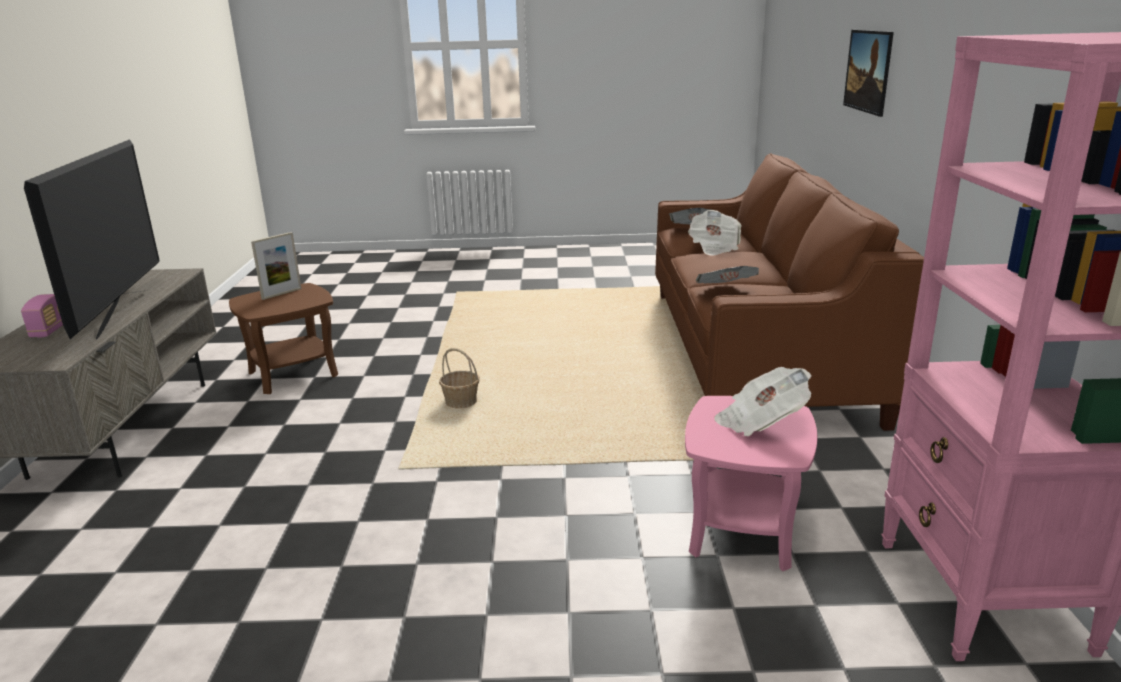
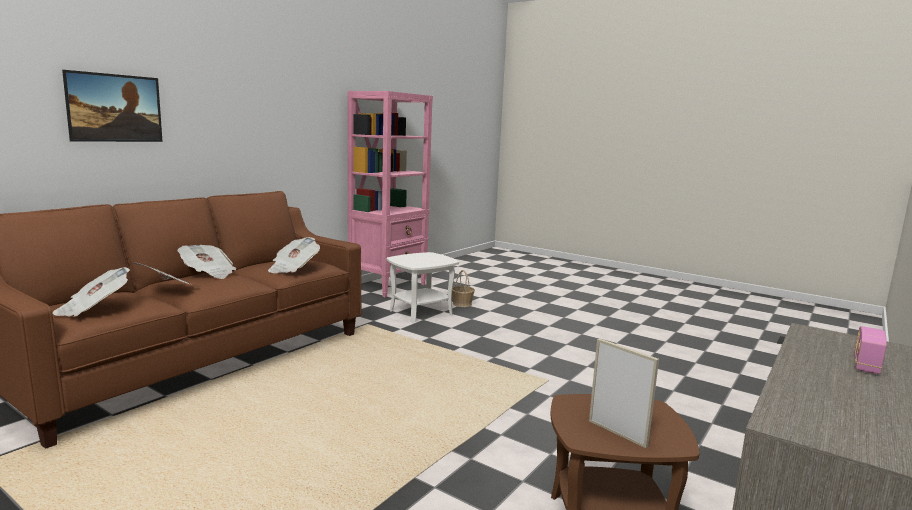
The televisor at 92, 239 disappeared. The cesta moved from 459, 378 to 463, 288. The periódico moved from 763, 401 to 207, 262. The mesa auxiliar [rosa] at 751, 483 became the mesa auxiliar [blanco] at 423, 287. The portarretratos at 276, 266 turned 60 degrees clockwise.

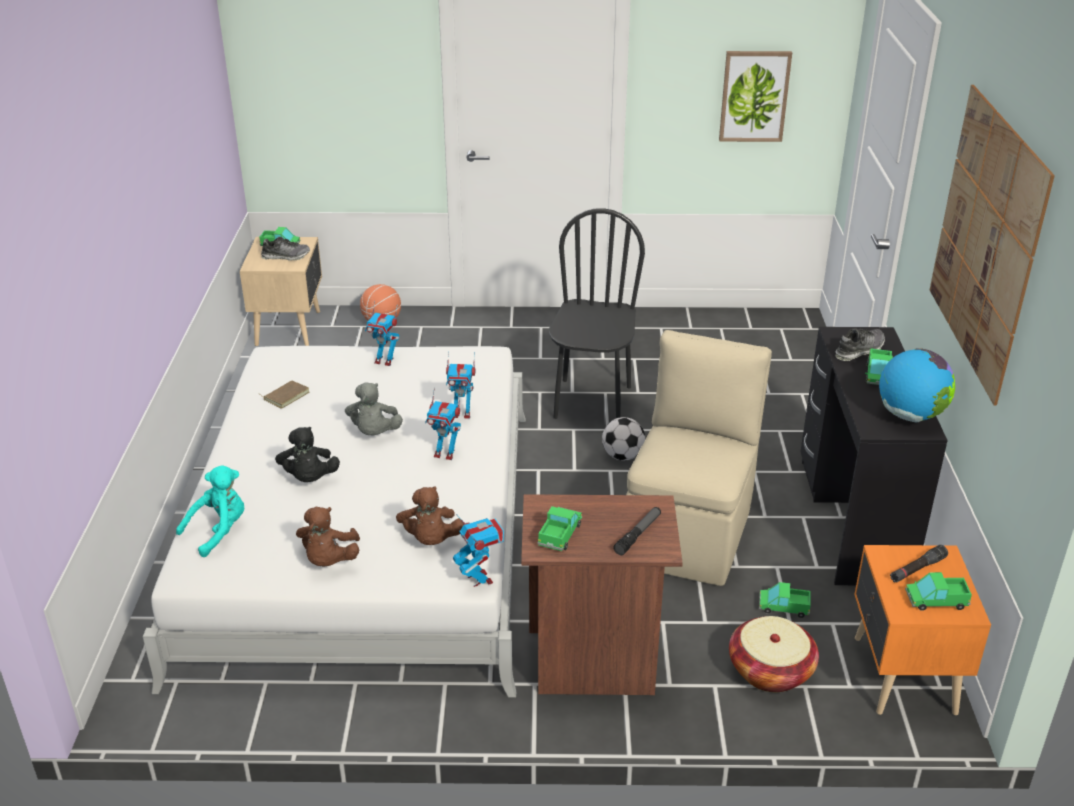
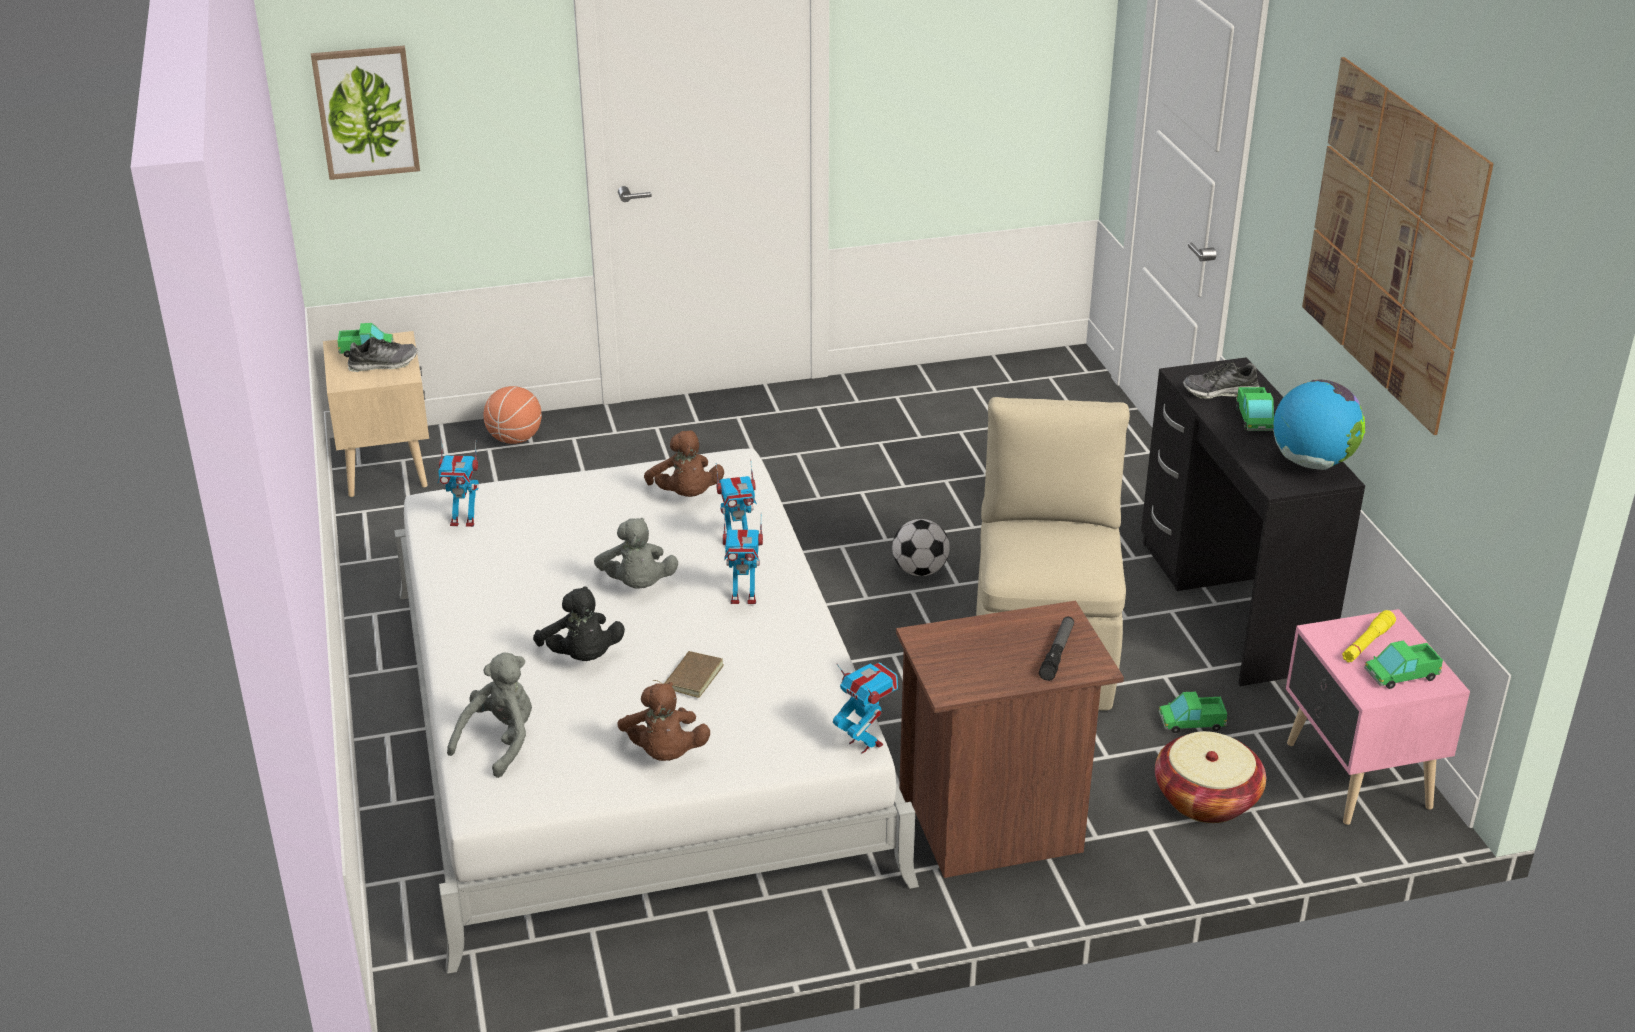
The camión de juguete at 559, 528 disappeared. The silla [negro] at 597, 313 disappeared. The libro [marrón] moved from 284, 394 to 688, 674. The robot de juguete moved from 382, 333 to 458, 483. The peluche [marrón] moved from 430, 515 to 684, 463. The cuadro moved from 755, 96 to 365, 113. The peluche [turquesa] at 210, 511 became the peluche [gris] at 489, 715. The mesita de noche [naranja] at 922, 630 became the mesita de noche [rosa] at 1378, 717. The linterna [negro] at 919, 564 became the linterna [amarillo] at 1369, 636. The zapato at 860, 344 turned 135 degrees counterclockwise.

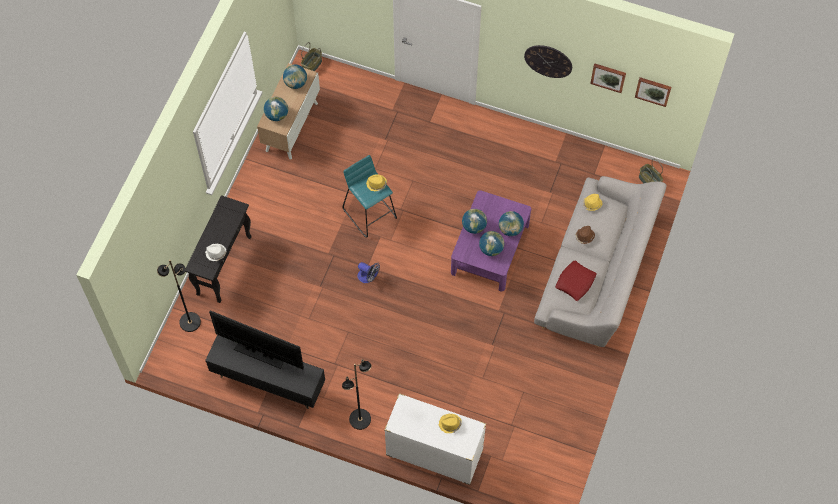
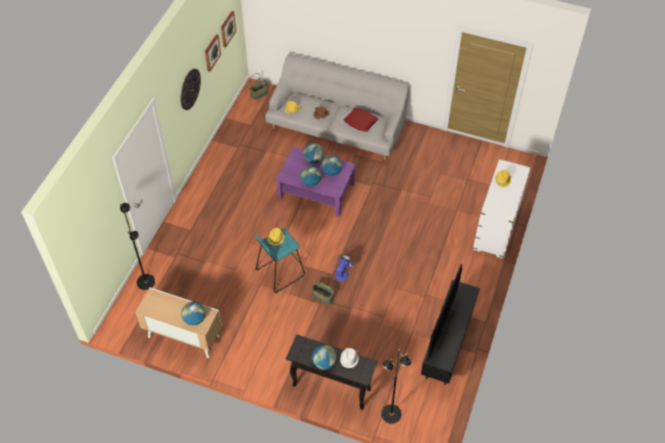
The globo terráqueo moved from 295, 77 to 324, 357. The cesta moved from 311, 56 to 323, 290. The lámpara de pie [negro] moved from 357, 394 to 137, 246.

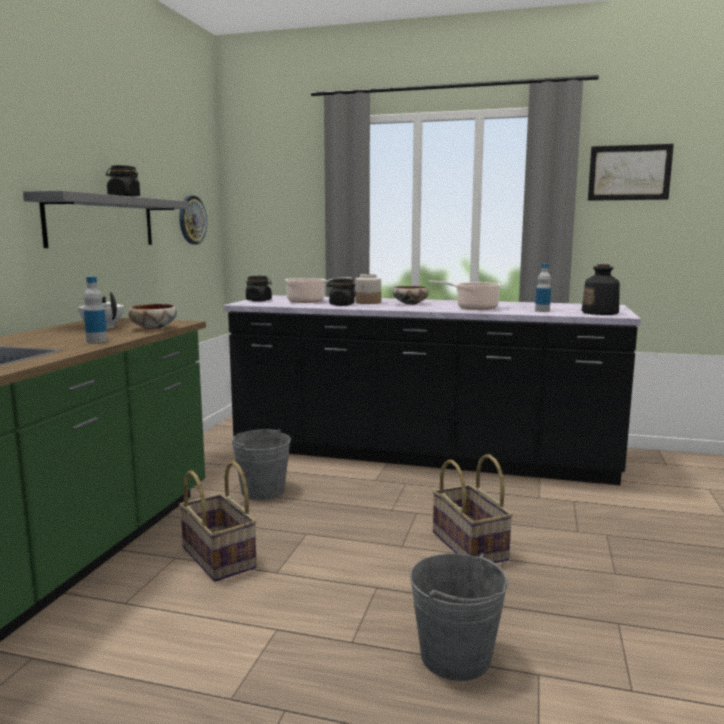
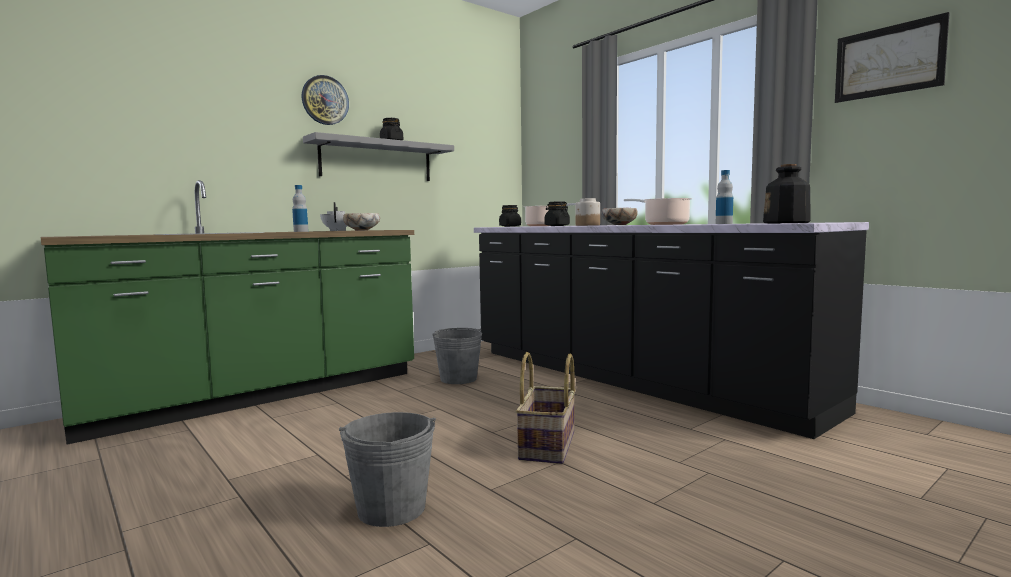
The cesta at 218, 521 disappeared. The reloj de pared moved from 193, 220 to 325, 100.

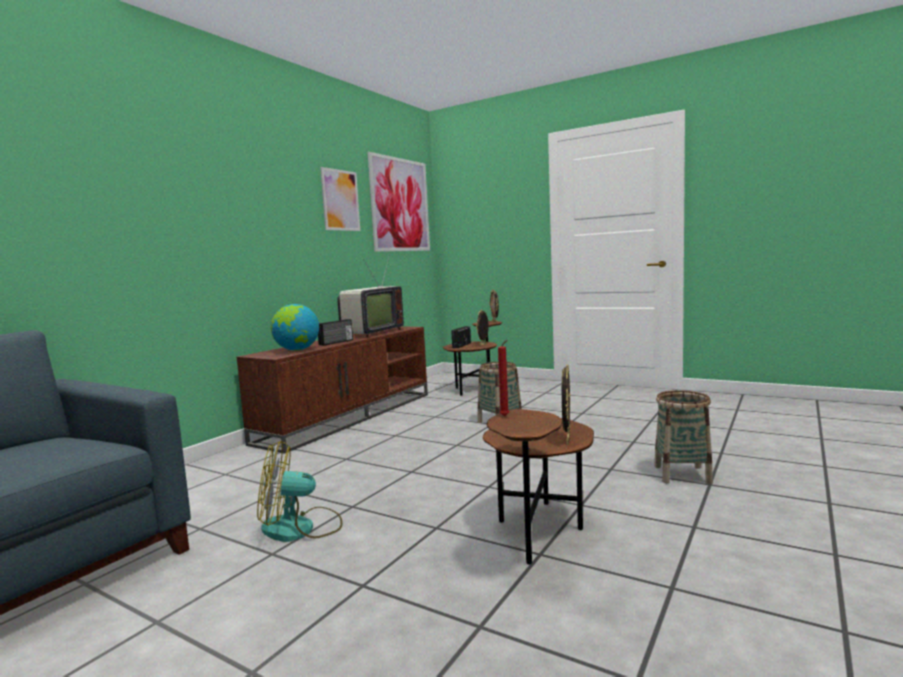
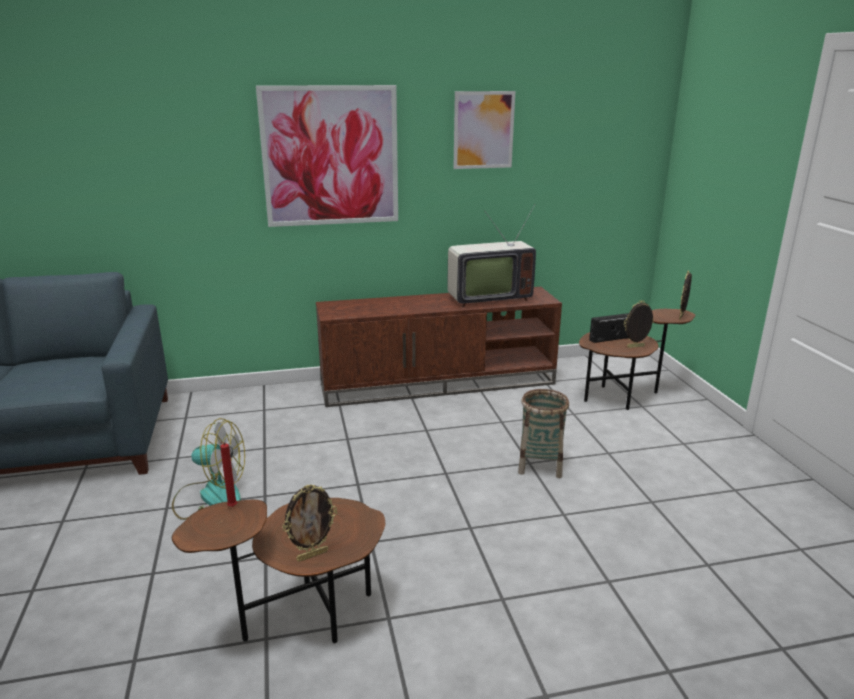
The globo terráqueo at 295, 327 disappeared. The radio at 335, 332 disappeared. The cesta at 683, 437 disappeared. The cuadro moved from 398, 202 to 327, 156. The ventilador at 300, 491 turned 150 degrees clockwise.

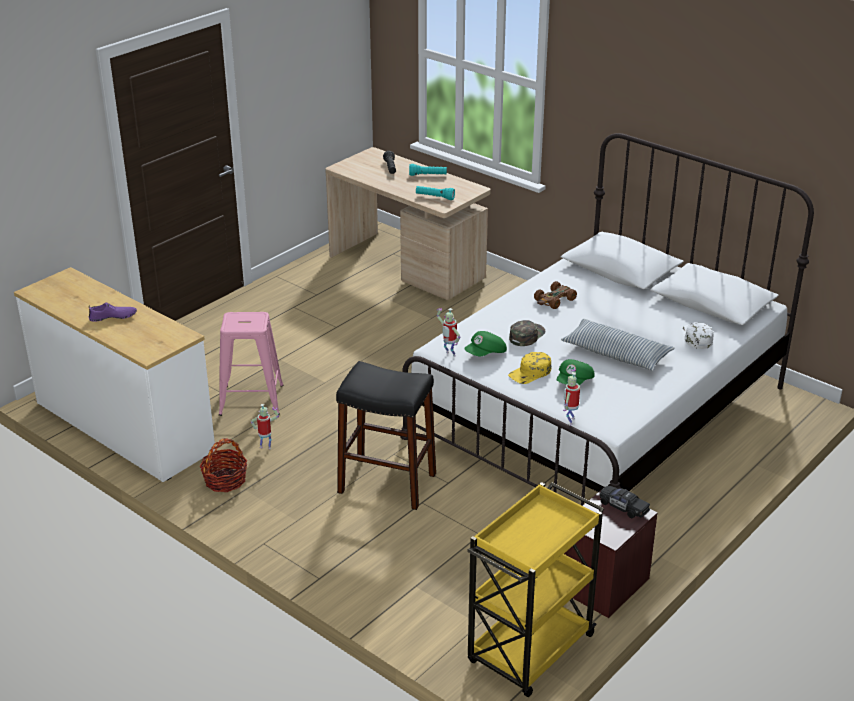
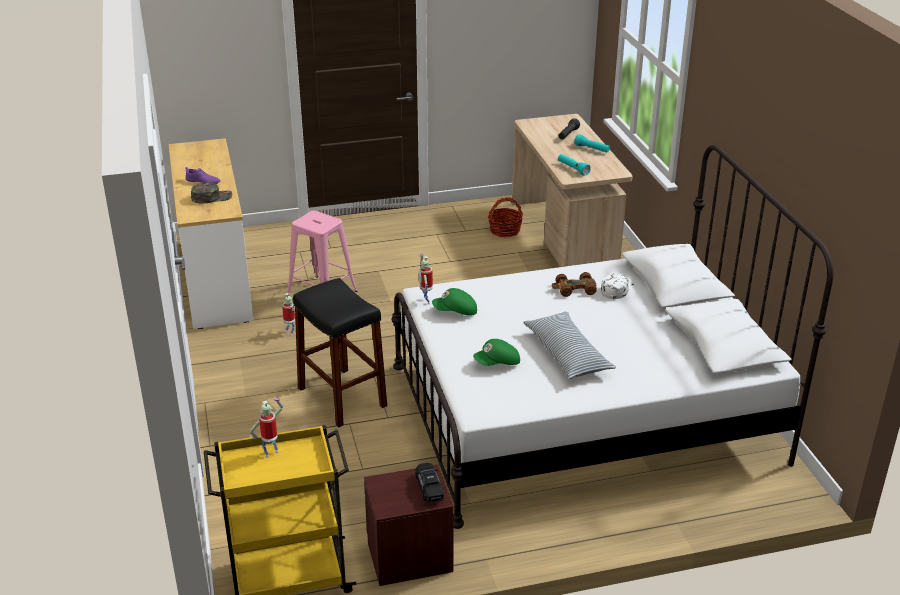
The gorra [amarillo] at 529, 368 disappeared. The cesta moved from 223, 465 to 505, 217. The gorra [verde] moved from 527, 333 to 211, 193. The robot de juguete moved from 571, 397 to 266, 427. The gorra [blanco] moved from 698, 335 to 617, 286.

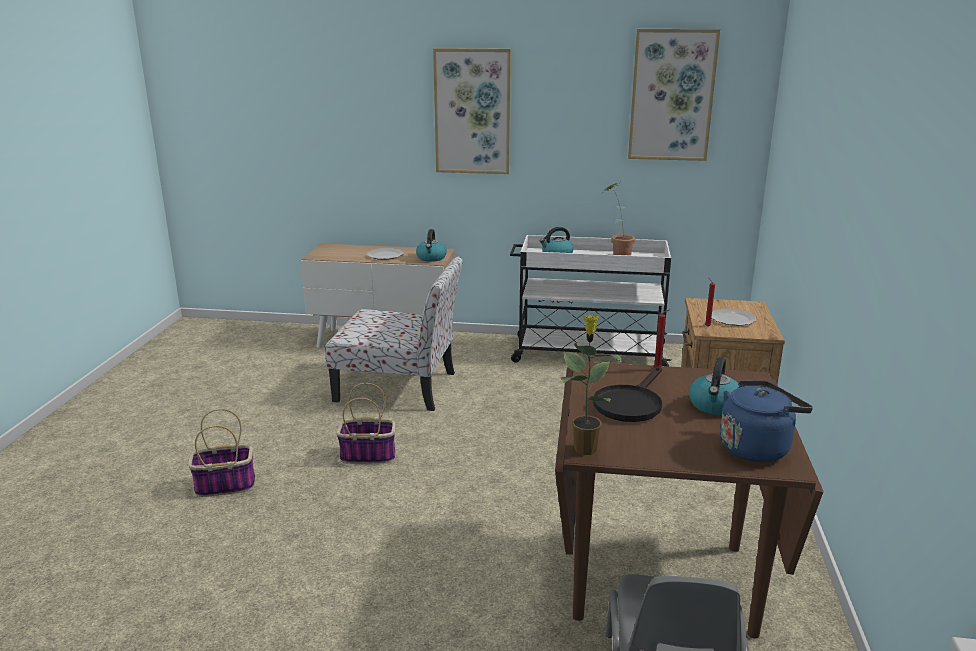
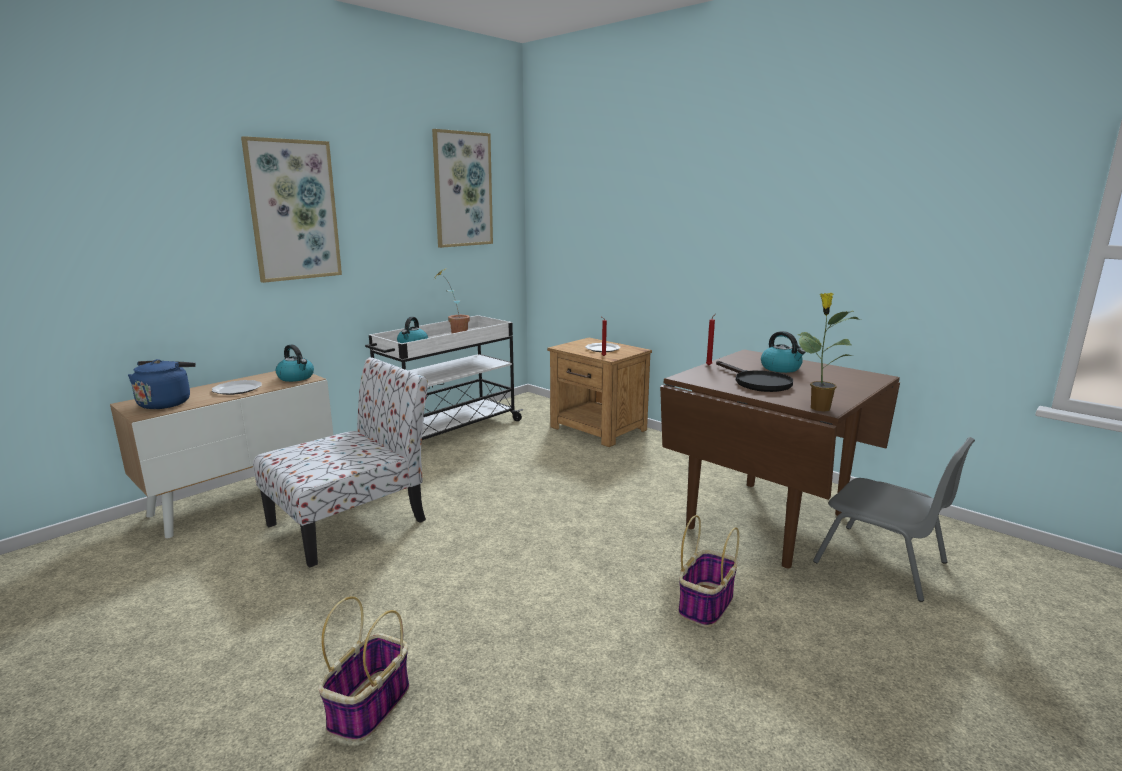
The cesta moved from 366, 423 to 708, 571. The hervidor [azul] moved from 766, 421 to 162, 384.

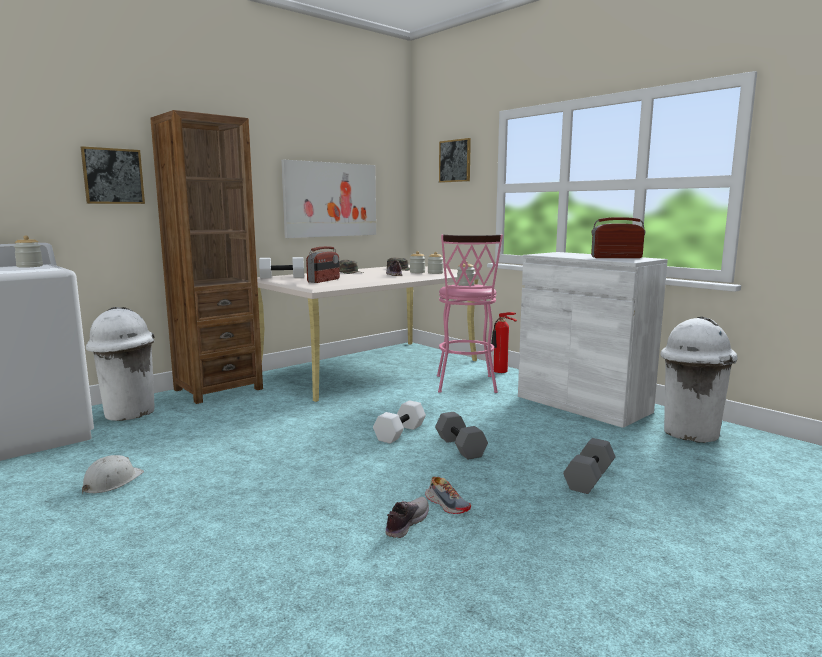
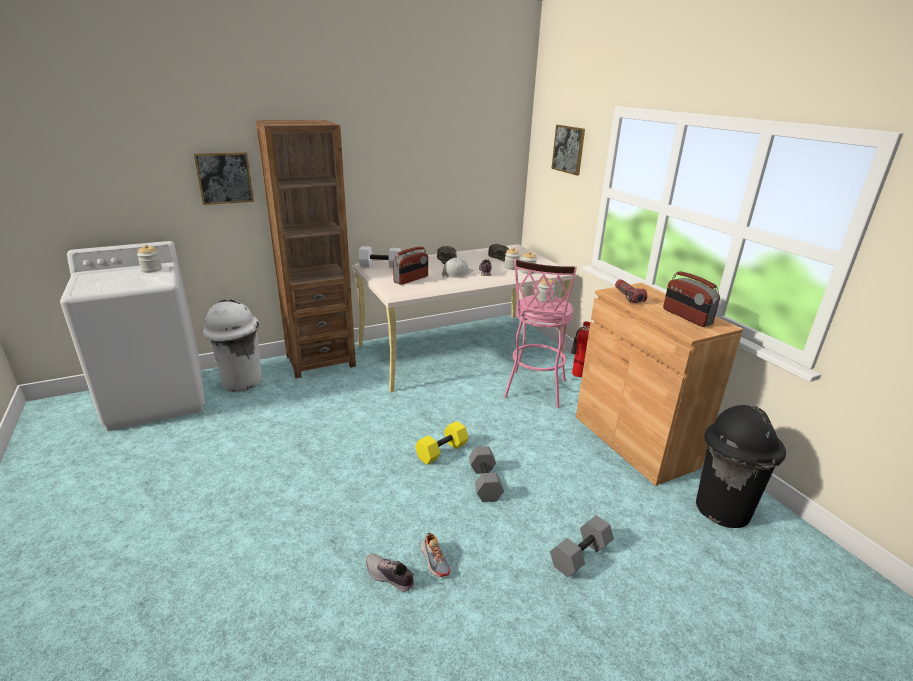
The cuadro at 328, 199 disappeared. The linterna at 631, 291 appeared. The casco [blanco] moved from 113, 474 to 457, 268. The mancuerna [blanco] at 399, 422 became the mancuerna [amarillo] at 442, 443. The armario [blanco] at 593, 340 became the armario [marrón] at 659, 384. The papelera [blanco] at 699, 380 became the papelera [negro] at 741, 466. The zapato at 407, 517 turned 105 degrees counterclockwise. The radio at 618, 237 turned 135 degrees counterclockwise.

